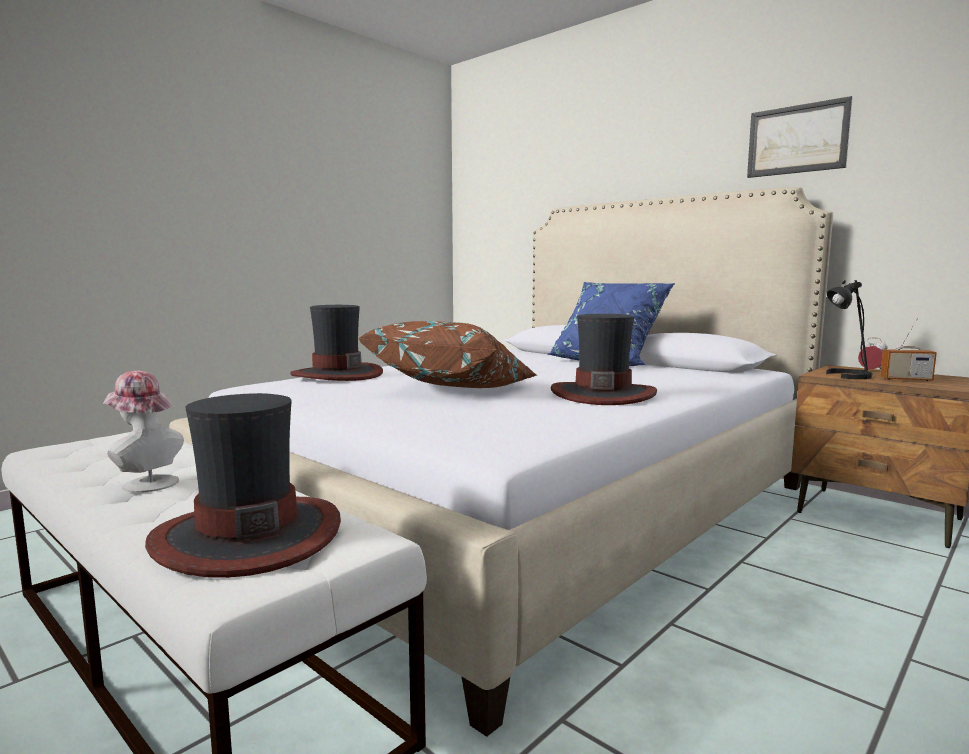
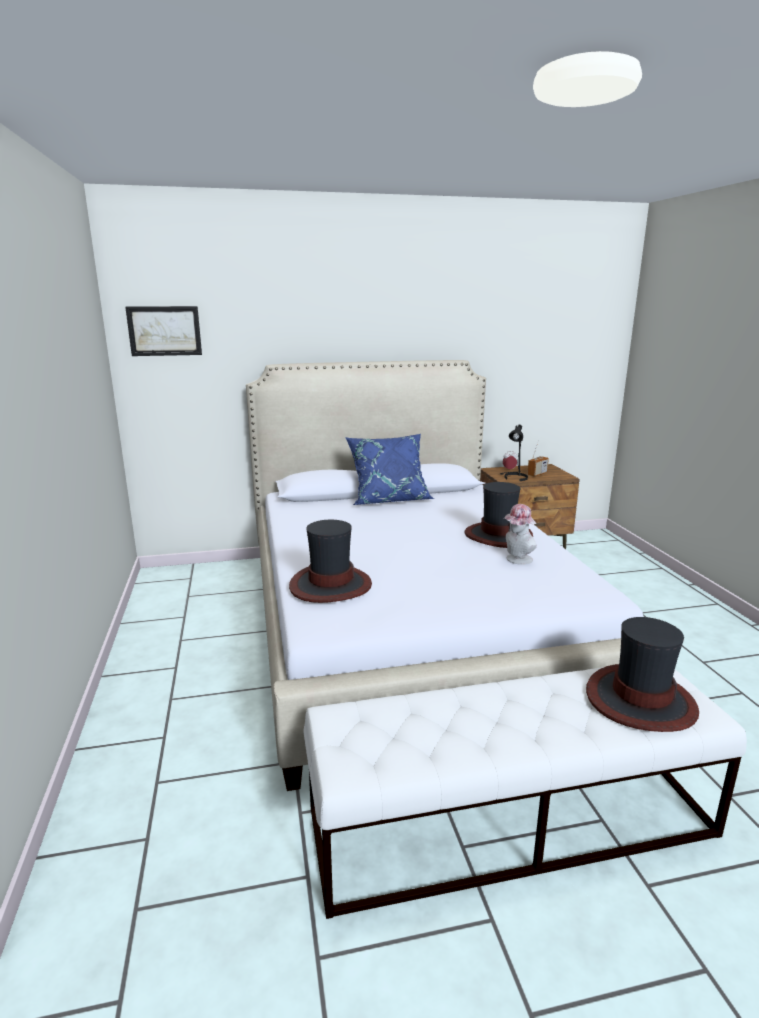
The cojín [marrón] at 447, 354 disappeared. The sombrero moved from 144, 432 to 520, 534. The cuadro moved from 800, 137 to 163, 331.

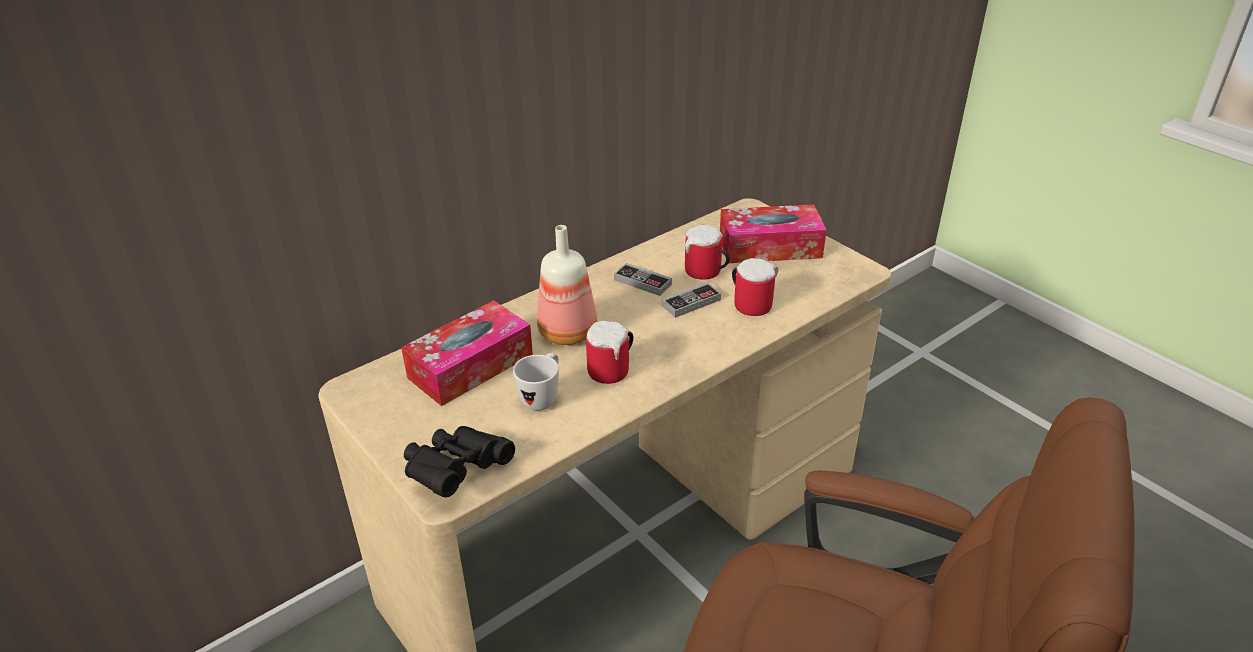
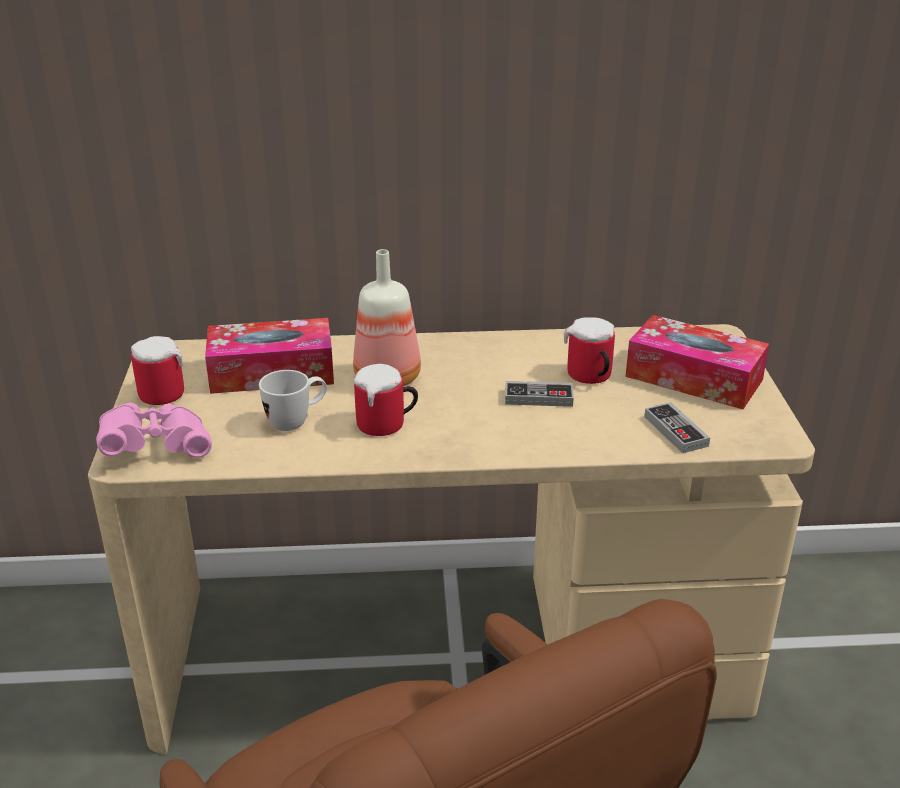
The mando de consola moved from 643, 279 to 677, 427. The taza grande moved from 755, 287 to 157, 370. The prismáticos [negro] at 459, 461 became the prismáticos [rosa] at 154, 430.

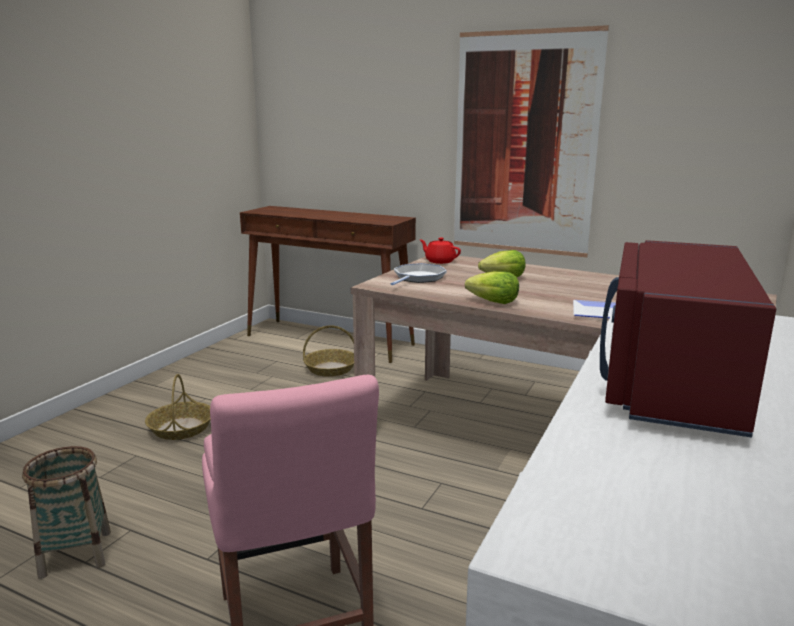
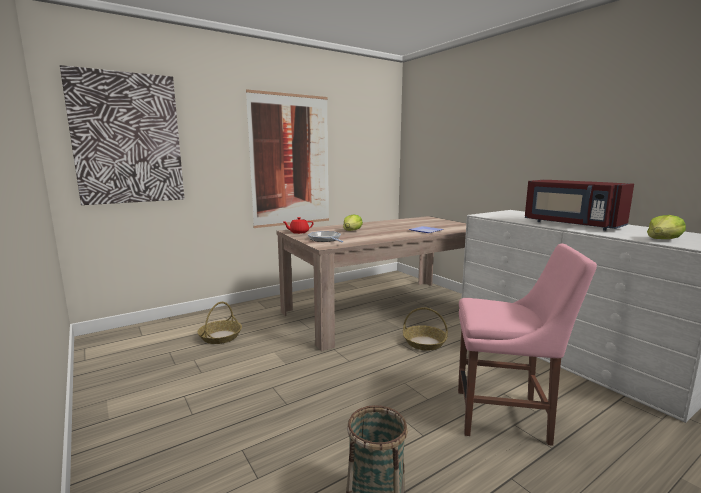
The mesa consola [marrón] at 328, 284 disappeared. The cuadro at 122, 135 appeared. The cesta moved from 178, 407 to 425, 329. The lechuga moved from 492, 287 to 666, 227.

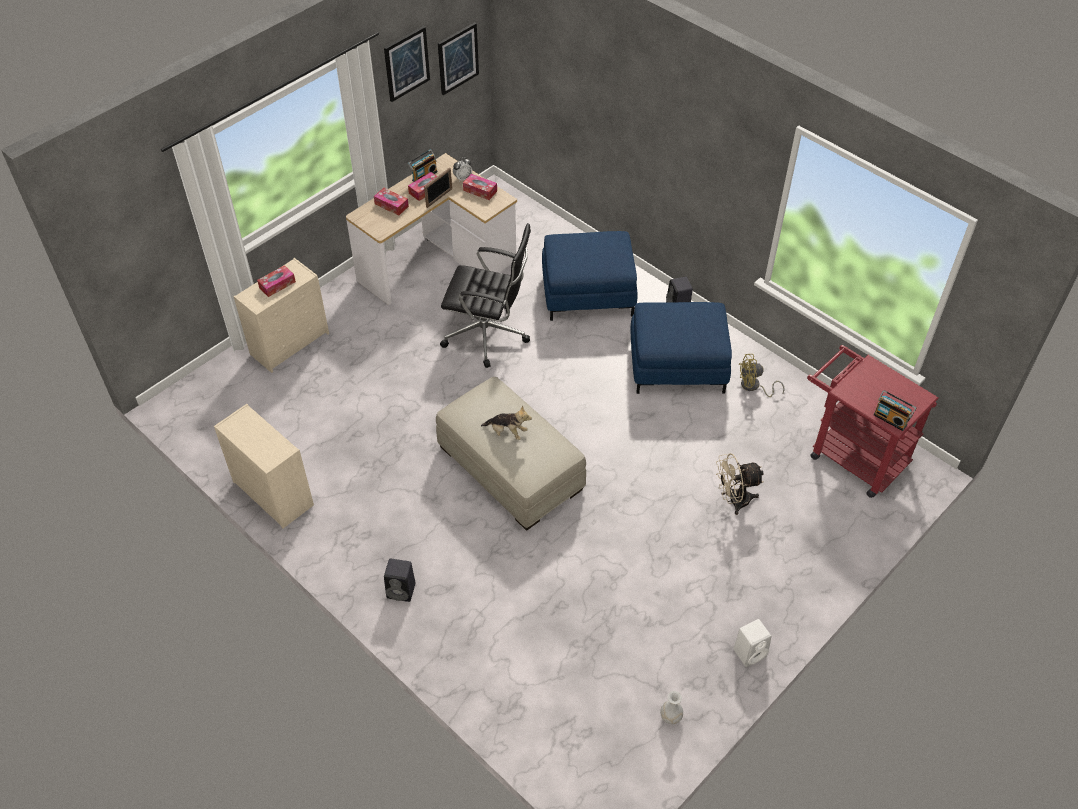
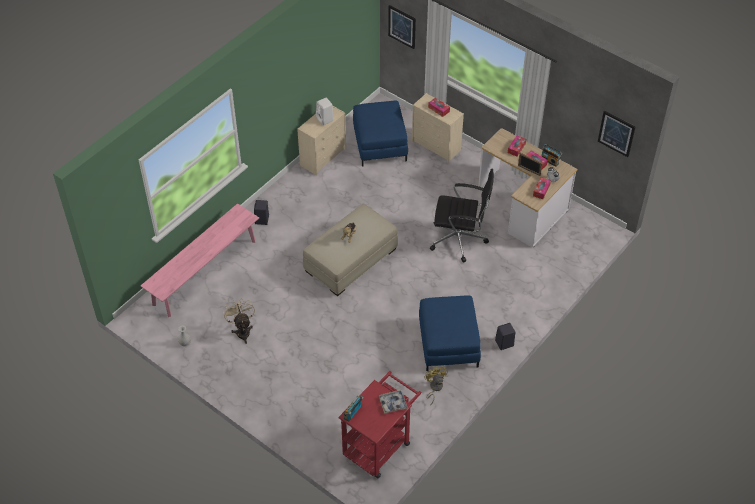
The banco [rosa] at 200, 260 appeared. The bandeja at 393, 402 appeared. The cuadro moved from 407, 64 to 402, 27. The puf [azul] moved from 590, 276 to 380, 133. The ventilador [beis] moved from 740, 484 to 239, 321. The altavoz [blanco] moved from 752, 643 to 324, 111. The silla de oficina [negro] at 485, 295 turned 90 degrees counterclockwise.

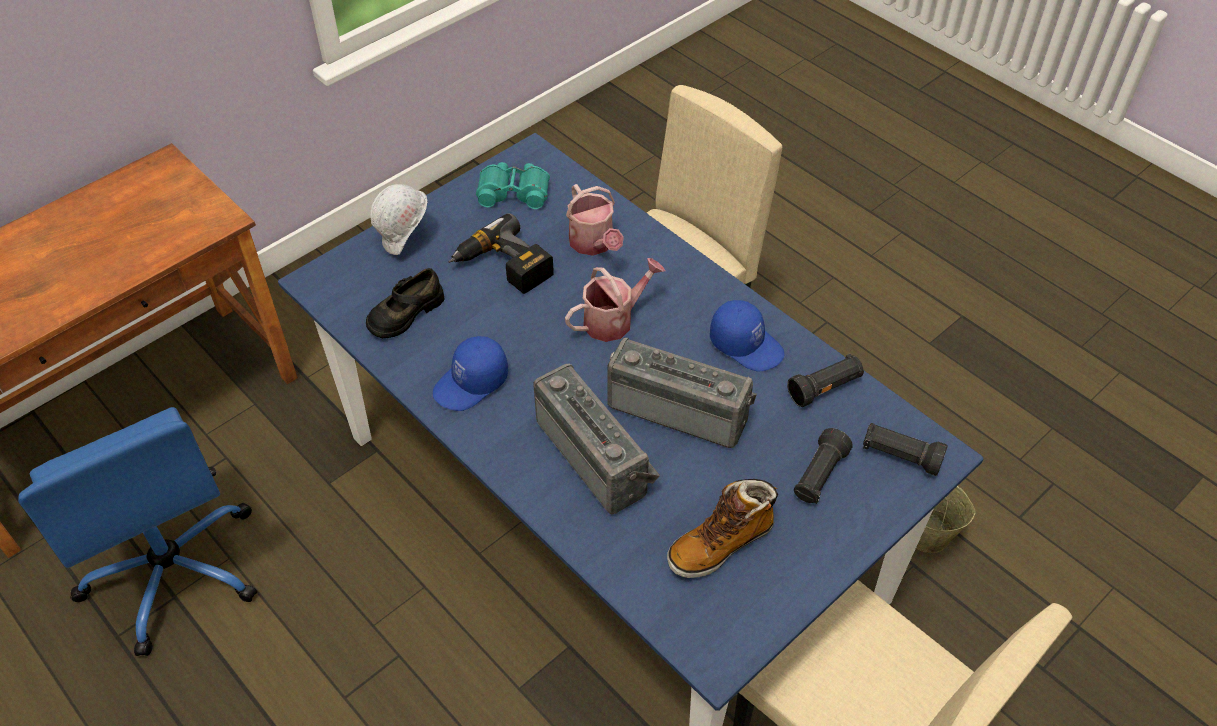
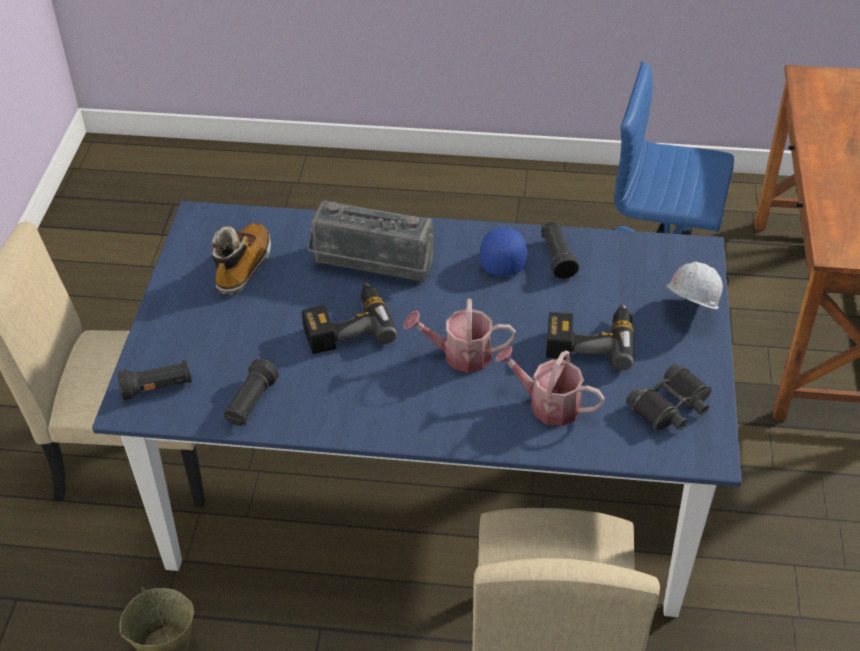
The zapato [negro] at 405, 303 disappeared. The gorra [azul] at 747, 336 disappeared. The linterna [negro] moved from 823, 466 to 560, 250. The radio at 682, 393 was replaced by the taladro at 349, 317. The prismáticos [turquesa] at 513, 185 became the prismáticos [negro] at 668, 396. The regadera at 615, 300 turned 75 degrees clockwise.

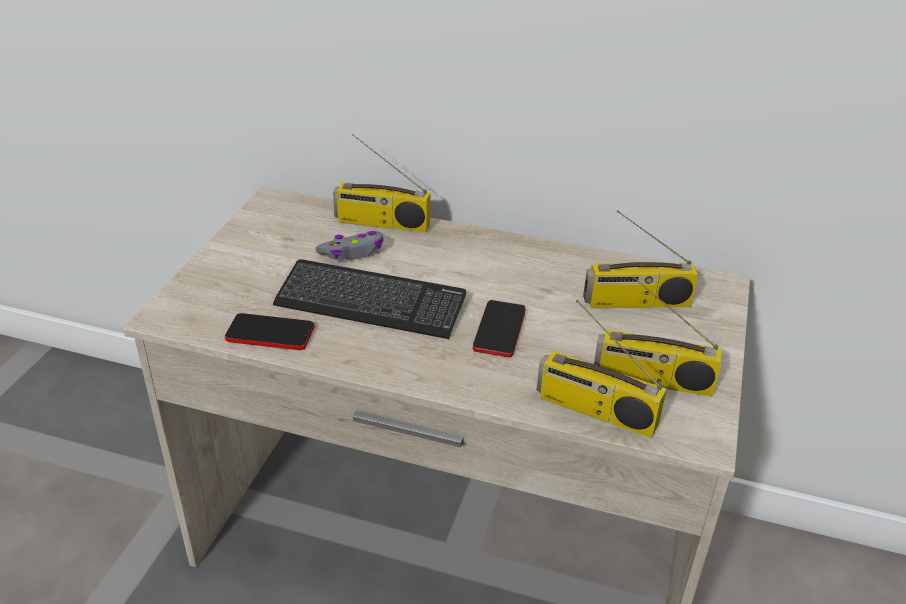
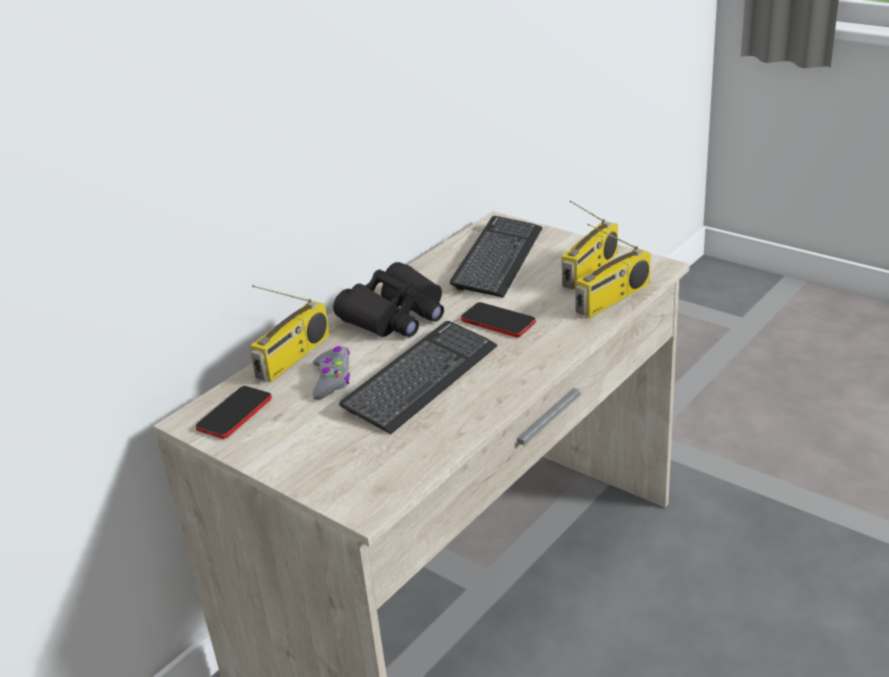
The prismáticos [negro] at 388, 299 appeared. The móvil moved from 269, 331 to 234, 412. The radio at 640, 259 was replaced by the teclado at 496, 257.

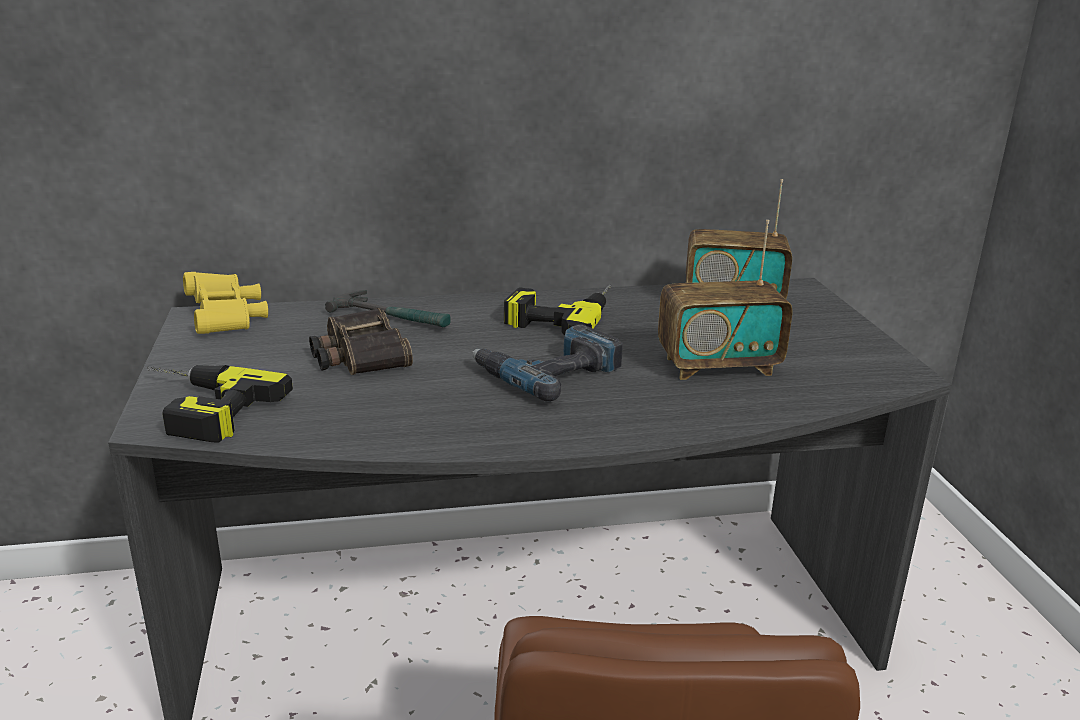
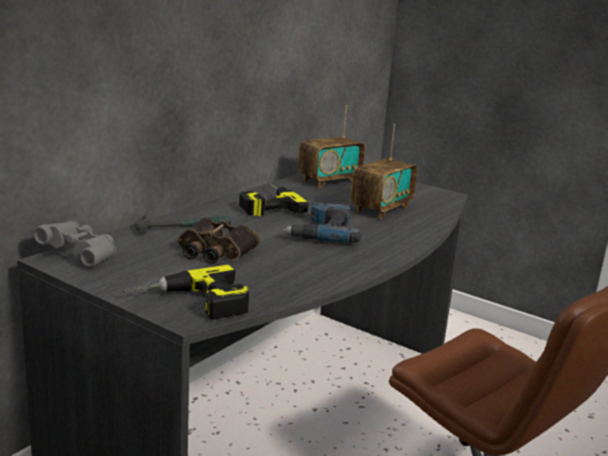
The prismáticos [amarillo] at 225, 303 became the prismáticos [gris] at 74, 243.

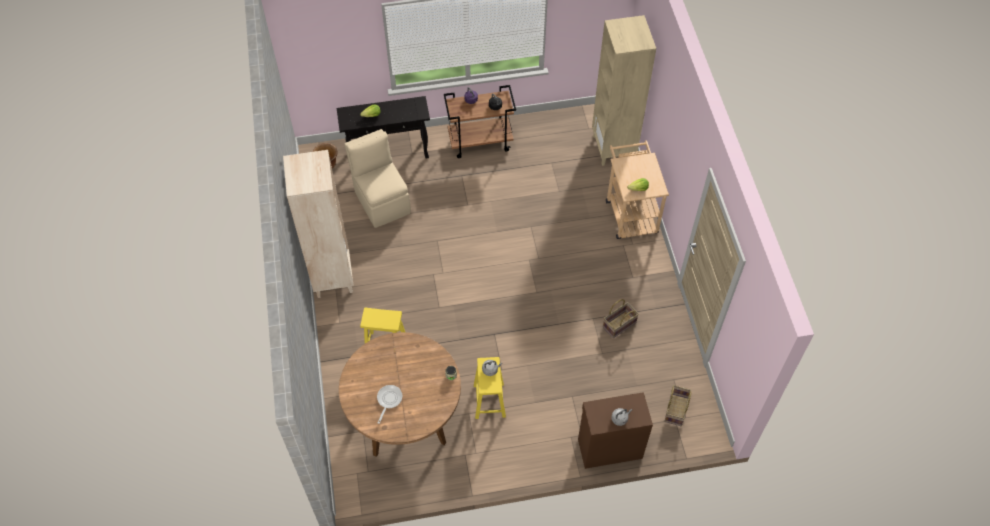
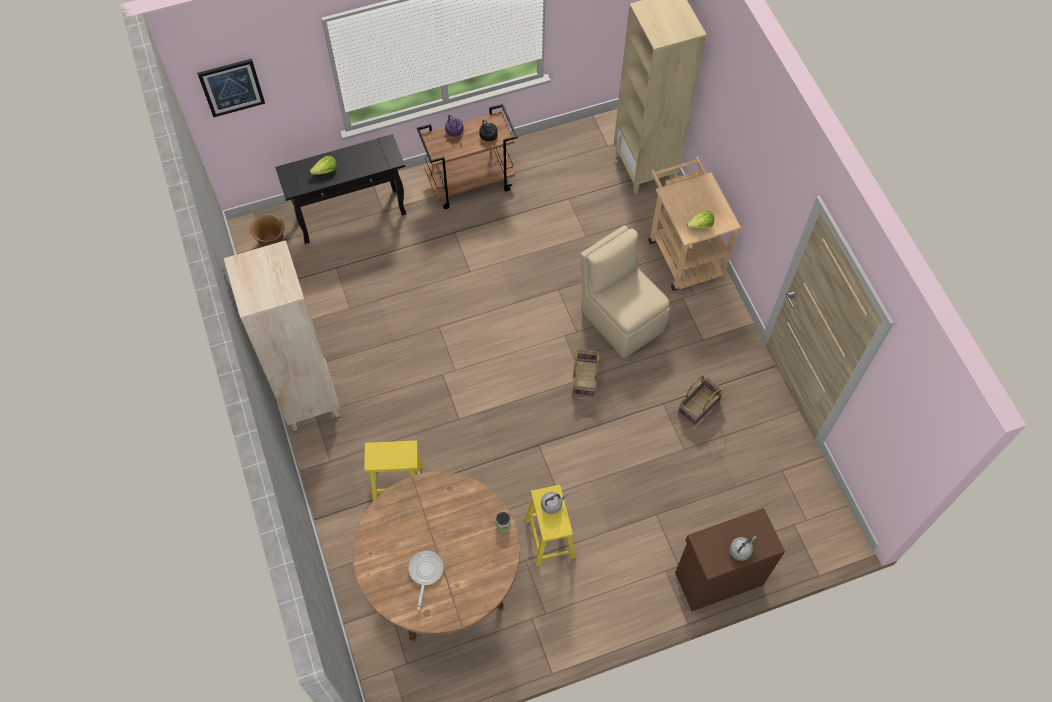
The cuadro at 231, 88 appeared. The silla [beis] moved from 377, 178 to 625, 291. The cesta moved from 677, 405 to 586, 373.

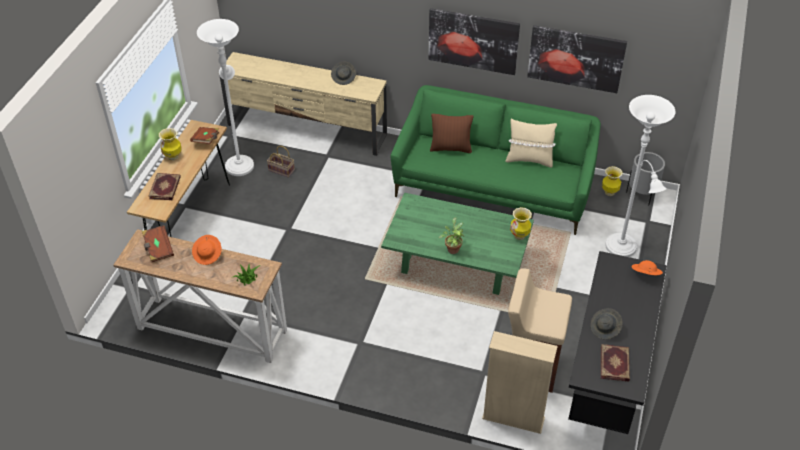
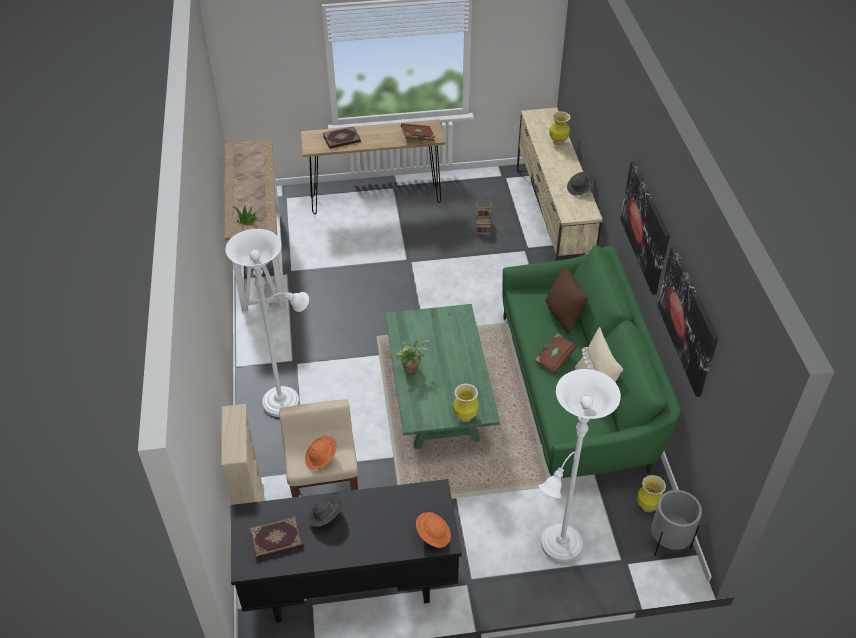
The libro [marrón] moved from 158, 243 to 556, 353. The florero moved from 170, 144 to 560, 128. The sombrero [naranja] moved from 207, 250 to 320, 453. The lámpara de pie [blanco] moved from 225, 97 to 267, 323.

